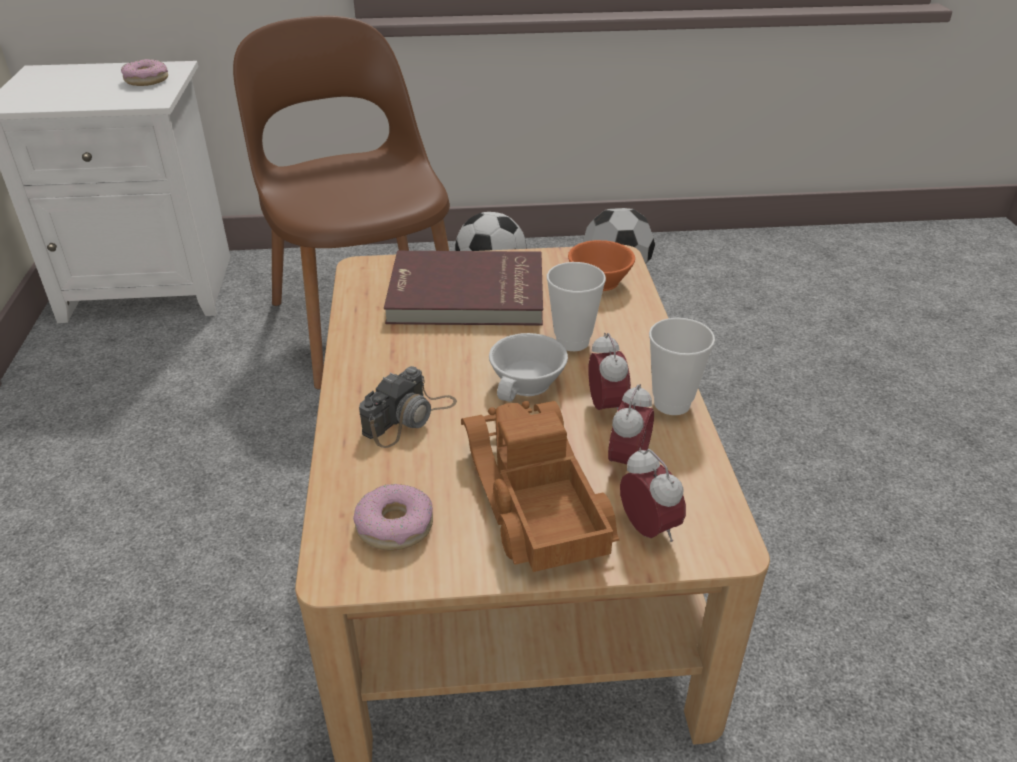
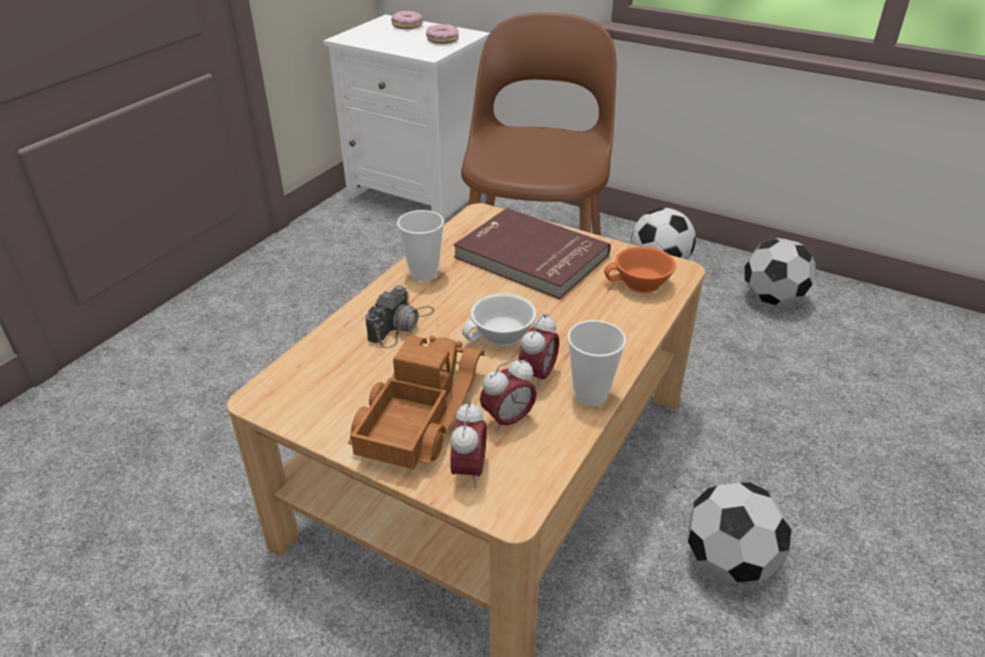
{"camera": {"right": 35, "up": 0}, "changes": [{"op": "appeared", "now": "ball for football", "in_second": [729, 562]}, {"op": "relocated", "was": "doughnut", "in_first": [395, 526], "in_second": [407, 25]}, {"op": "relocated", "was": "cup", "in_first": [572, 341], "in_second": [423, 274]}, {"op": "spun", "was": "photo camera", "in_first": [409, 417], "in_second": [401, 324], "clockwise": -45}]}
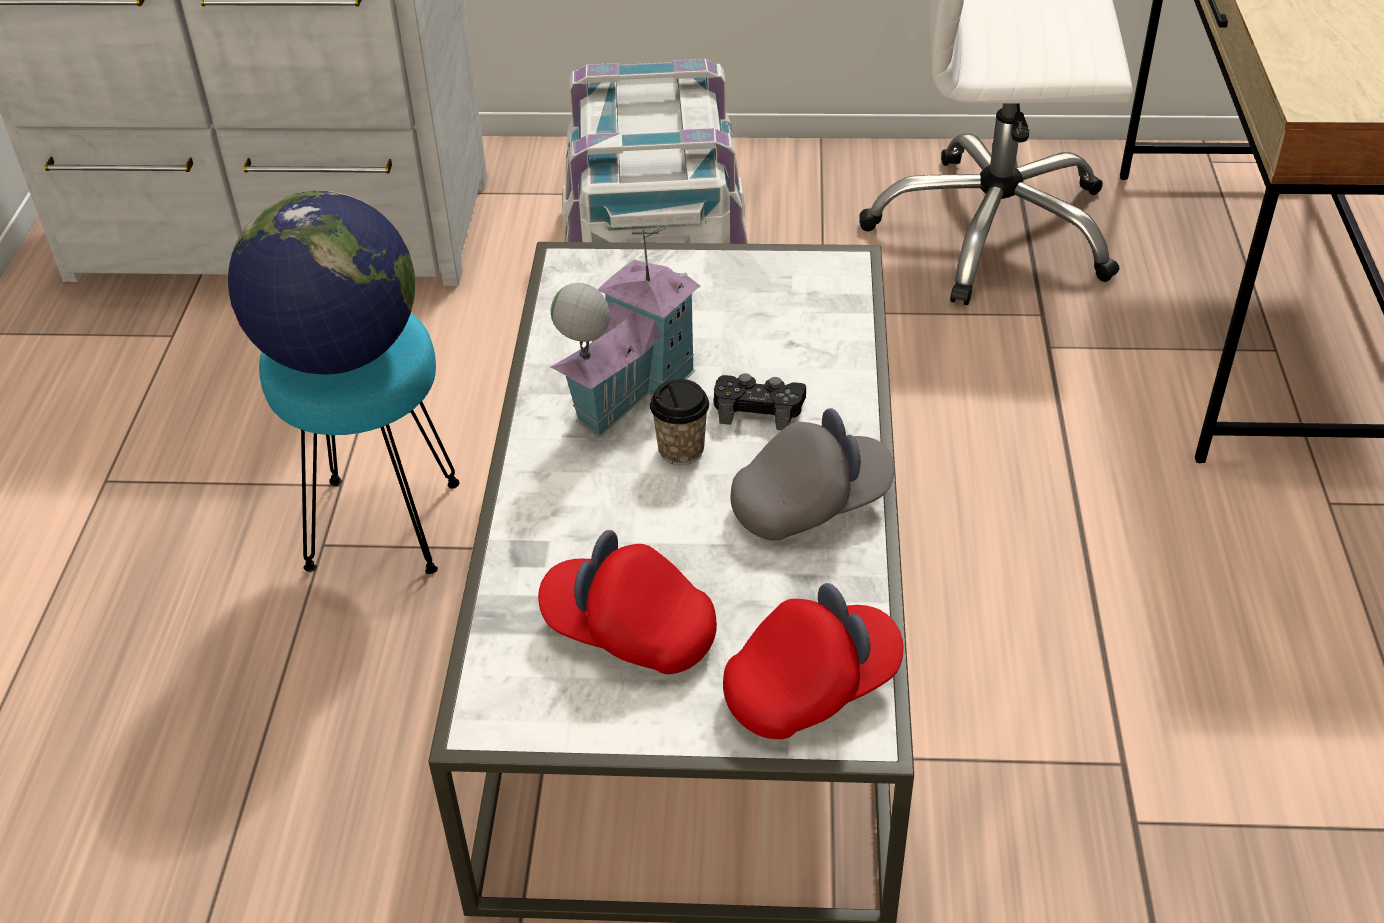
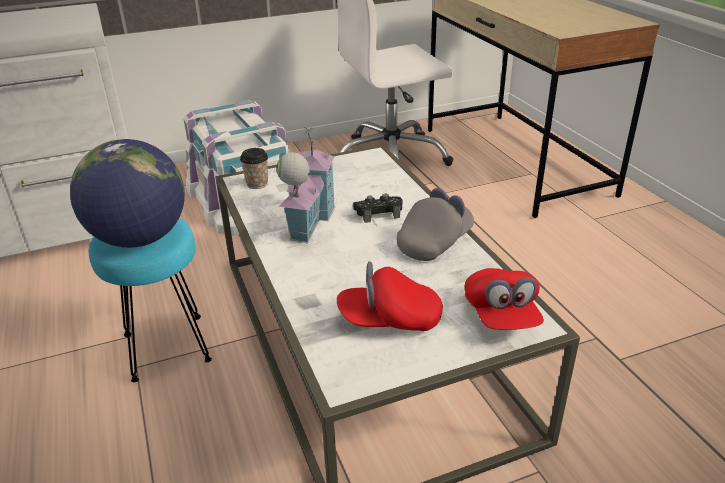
{"camera": {"right": -25, "up": -10}, "changes": [{"op": "relocated", "was": "cup", "in_first": [681, 450], "in_second": [257, 184]}, {"op": "spun", "was": "red cap", "in_first": [811, 688], "in_second": [501, 315], "clockwise": 135}]}
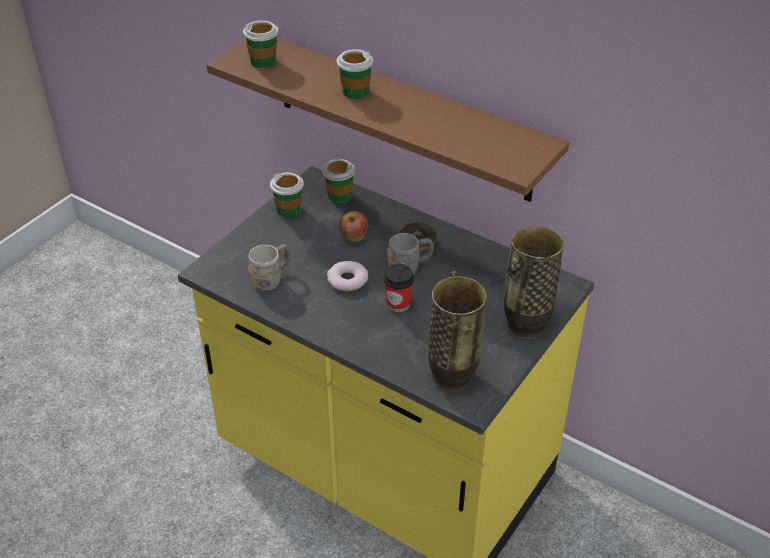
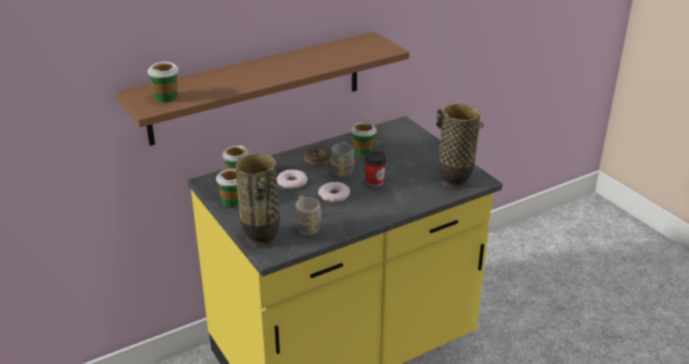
{"camera": {"right": -65, "up": -10}, "changes": [{"op": "relocated", "was": "cup", "in_first": [355, 92], "in_second": [363, 151]}, {"op": "relocated", "was": "decorative vase", "in_first": [525, 325], "in_second": [261, 238]}, {"op": "exchanged", "was": "apple", "now": "doughnut", "in_first": [353, 238], "in_second": [292, 182]}]}
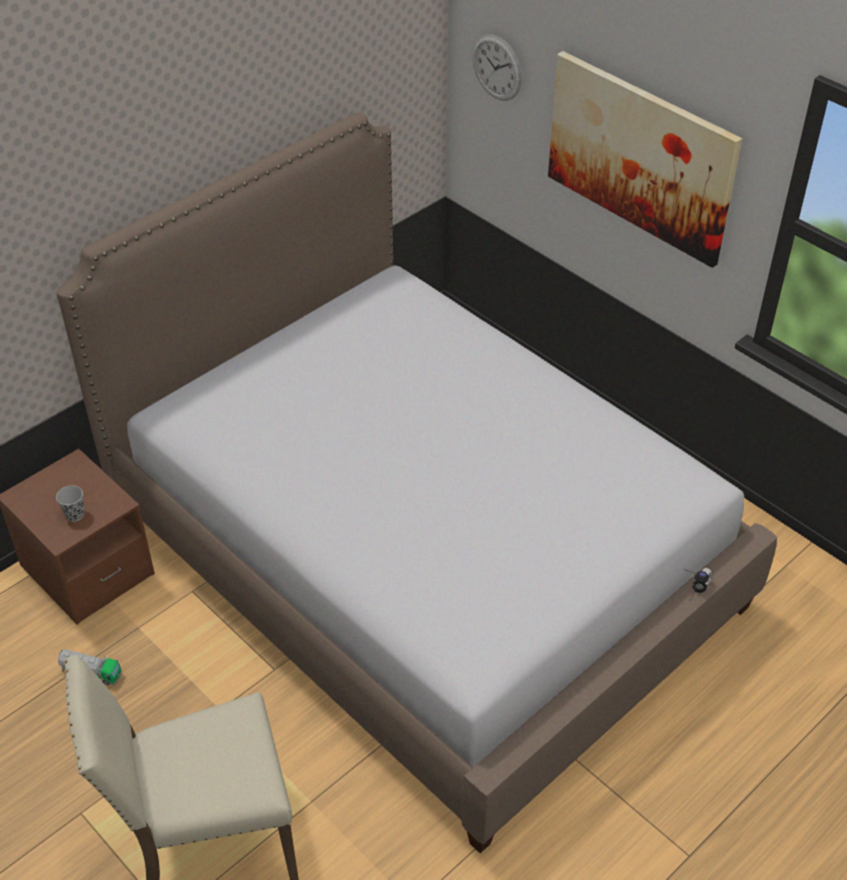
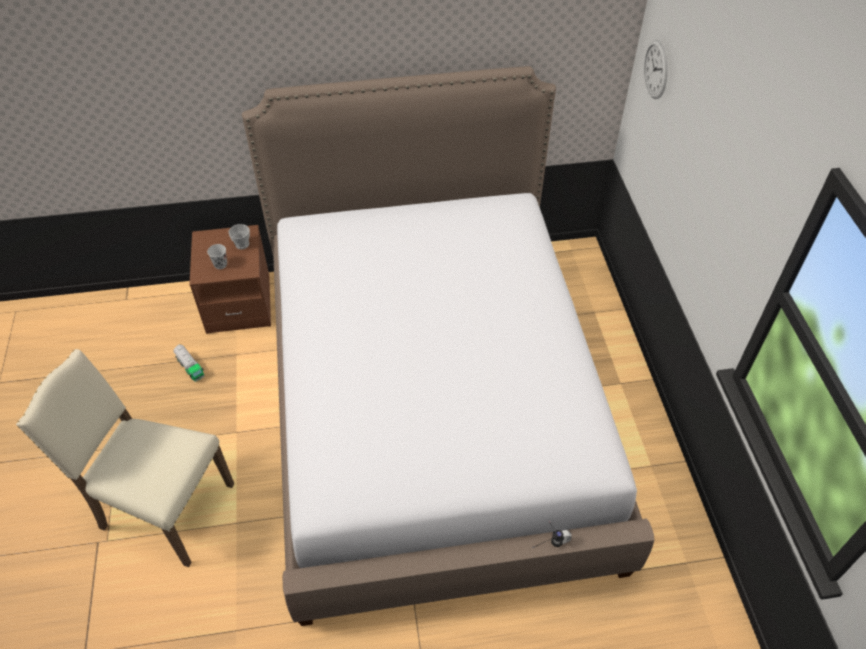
{"camera": {"right": 35, "up": 5}, "changes": [{"op": "missing", "was": "wall art", "in_first": [640, 157]}, {"op": "appeared", "now": "cup", "in_second": [242, 244]}]}
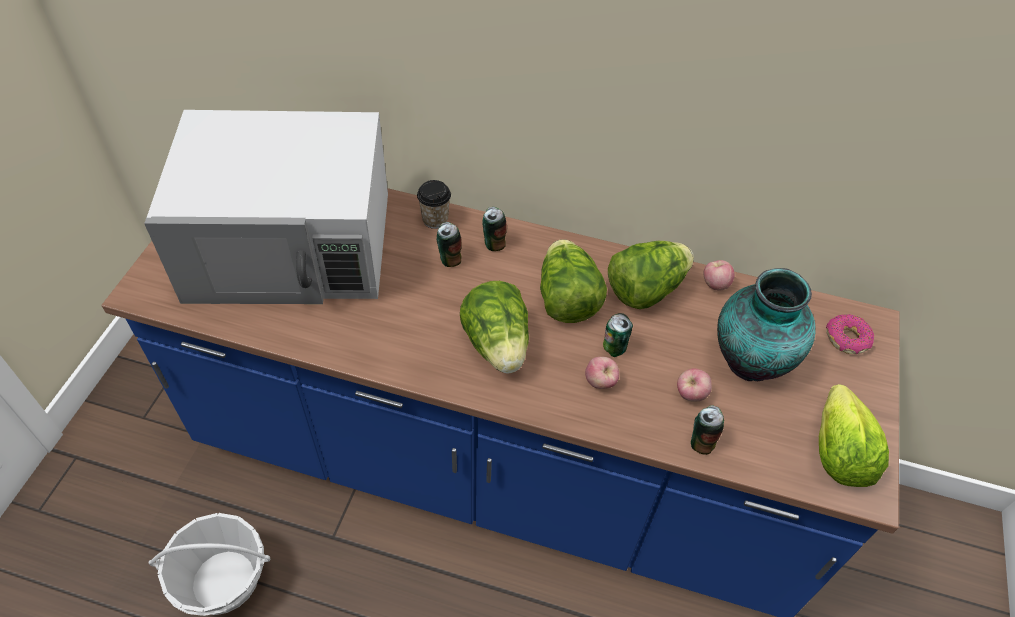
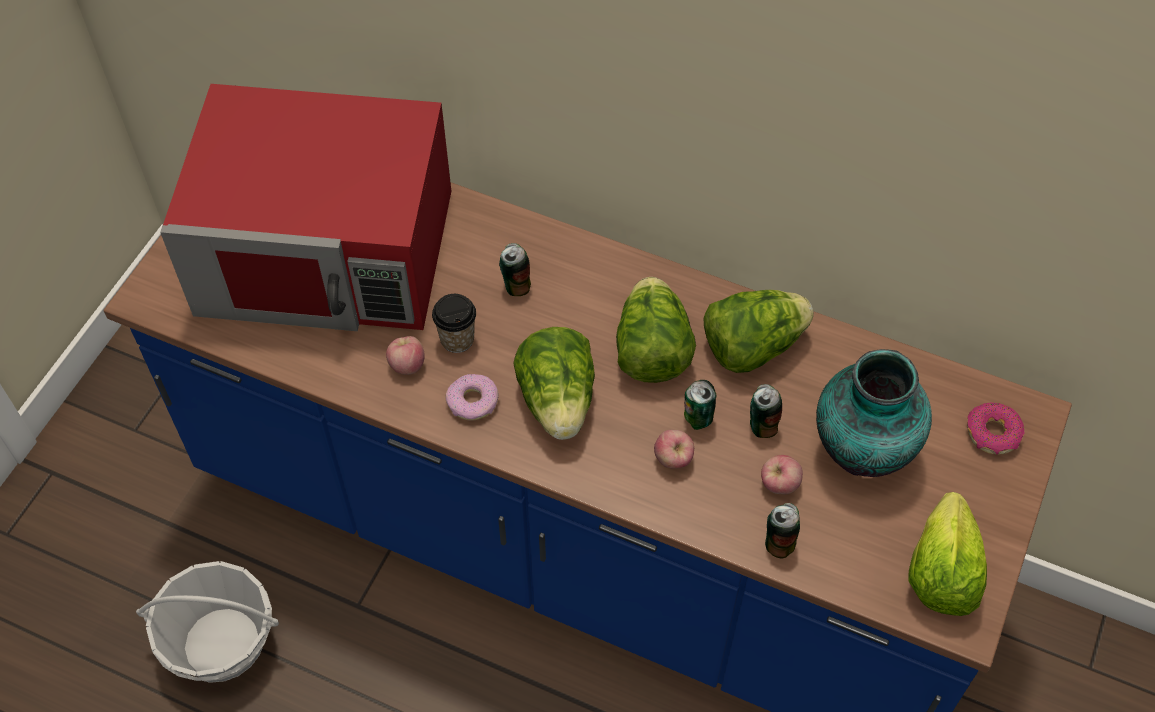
{"camera": {"right": 10, "up": 5}, "changes": [{"op": "appeared", "now": "doughnut", "in_second": [473, 402]}, {"op": "relocated", "was": "cup", "in_first": [435, 220], "in_second": [457, 339]}, {"op": "relocated", "was": "metal can", "in_first": [493, 243], "in_second": [762, 425]}, {"op": "relocated", "was": "apple", "in_first": [715, 284], "in_second": [407, 365]}, {"op": "colour", "was": "white kitchen microwave", "now": "red kitchen microwave", "in_first": [292, 245], "in_second": [328, 251]}]}
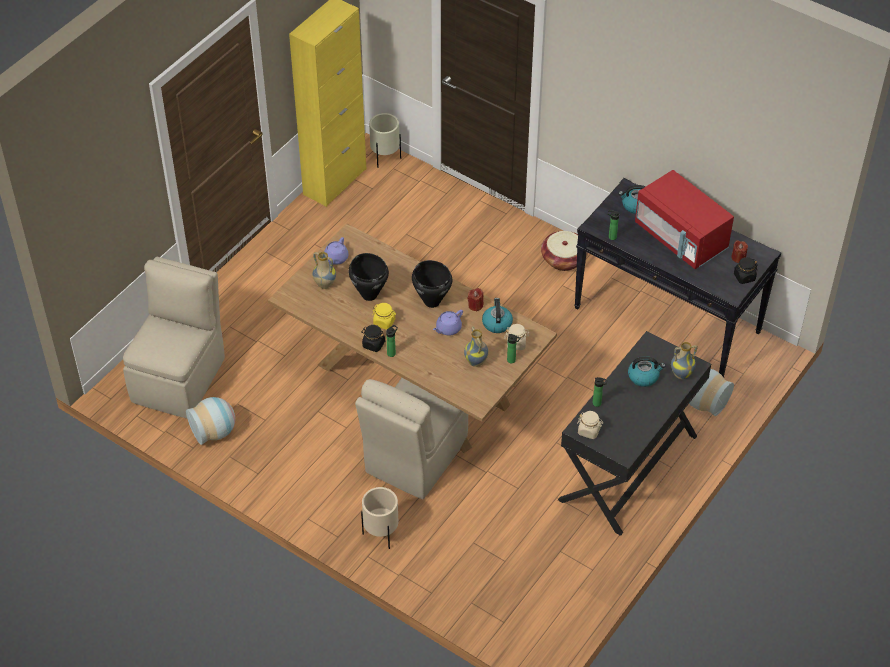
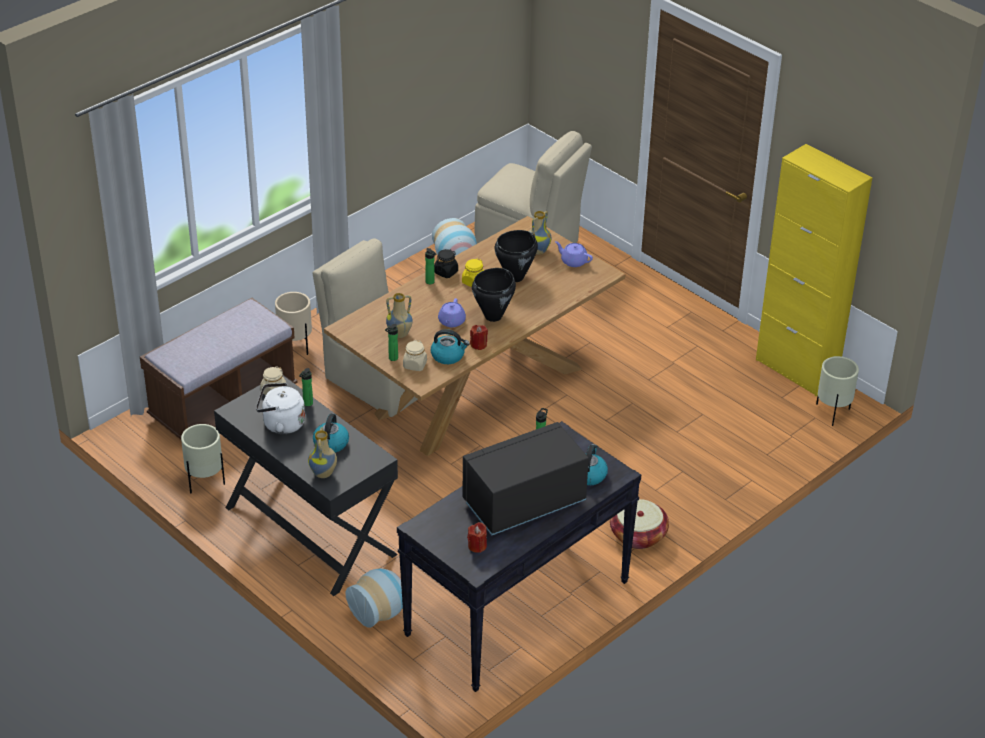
{"camera": {"right": 100, "up": -10}, "changes": [{"op": "missing", "was": "black preserve jar", "in_first": [744, 277]}, {"op": "appeared", "now": "brown bench", "in_second": [223, 404]}, {"op": "appeared", "now": "sand-coloured planter", "in_second": [205, 482]}, {"op": "appeared", "now": "white tea kettle", "in_second": [281, 424]}, {"op": "colour", "was": "red kitchen microwave", "now": "black kitchen microwave", "in_first": [680, 238], "in_second": [523, 502]}, {"op": "spun", "was": "purplish pot for tea", "in_first": [448, 329], "in_second": [451, 322], "clockwise": -135}]}
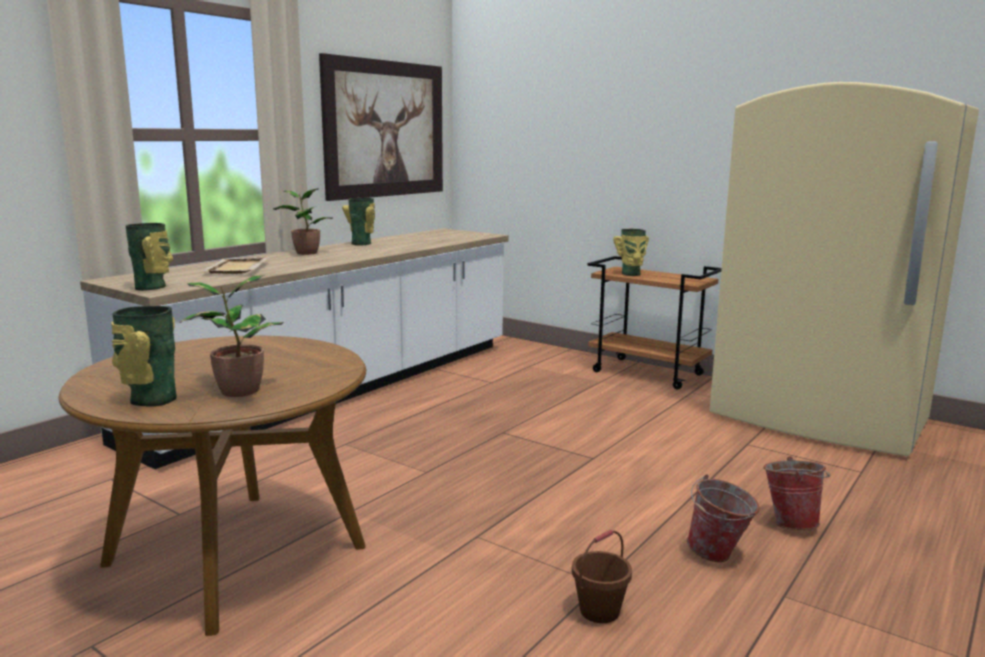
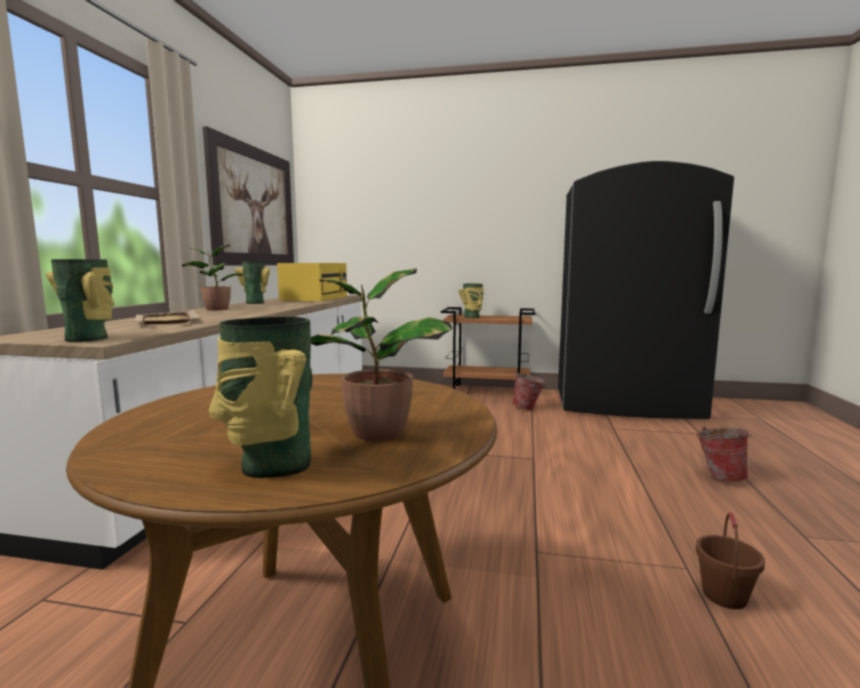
{"camera": {"right": -25, "up": -5}, "changes": [{"op": "appeared", "now": "yellowish kitchen microwave", "in_second": [315, 298]}, {"op": "relocated", "was": "pail", "in_first": [719, 556], "in_second": [528, 409]}, {"op": "colour", "was": "sand-coloured refrigerator", "now": "black refrigerator", "in_first": [818, 419], "in_second": [626, 405]}]}
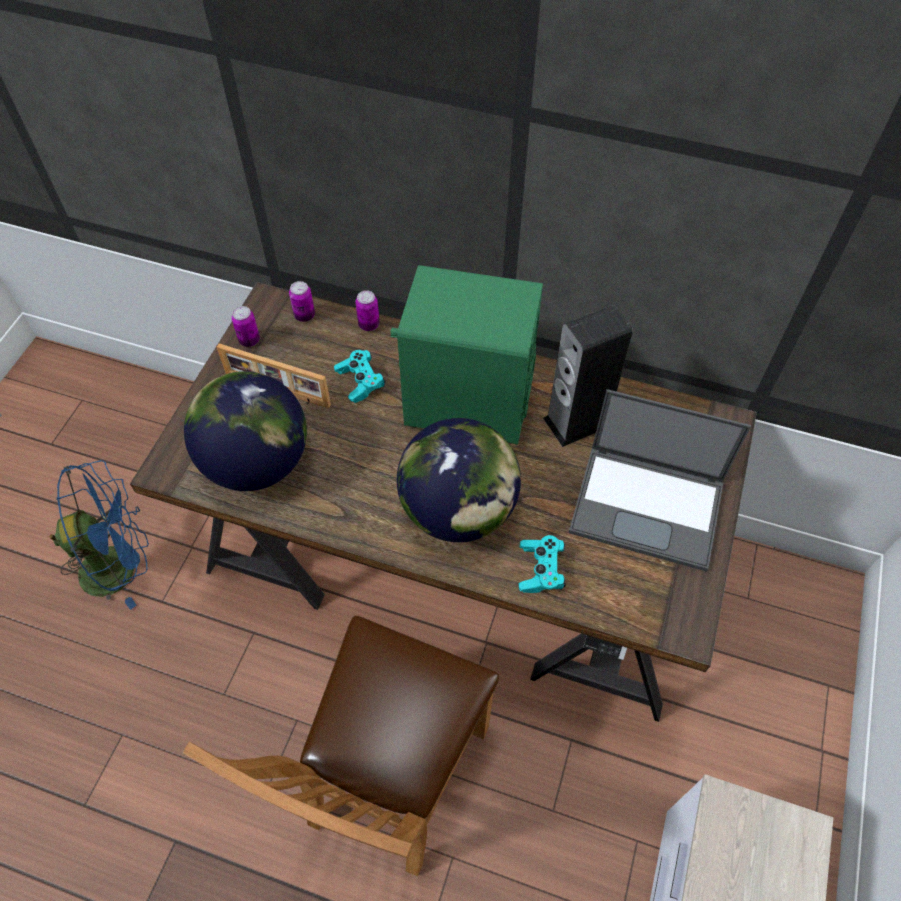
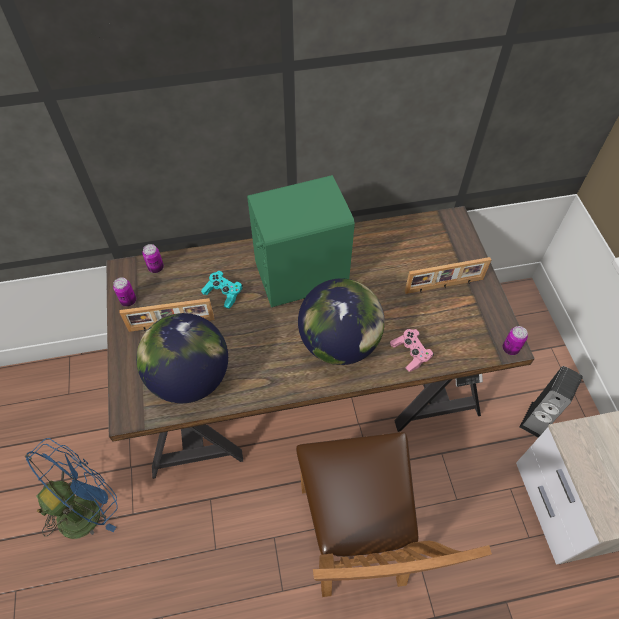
{"camera": {"right": -30, "up": 0}, "changes": [{"op": "relocated", "was": "metal can", "in_first": [369, 325], "in_second": [510, 348]}, {"op": "relocated", "was": "speaker", "in_first": [577, 422], "in_second": [536, 420]}, {"op": "exchanged", "was": "laptop", "now": "standing frame", "in_first": [649, 506], "in_second": [444, 286]}, {"op": "colour", "was": "turquoise gamepad", "now": "pink gamepad", "in_first": [541, 570], "in_second": [410, 353]}]}
